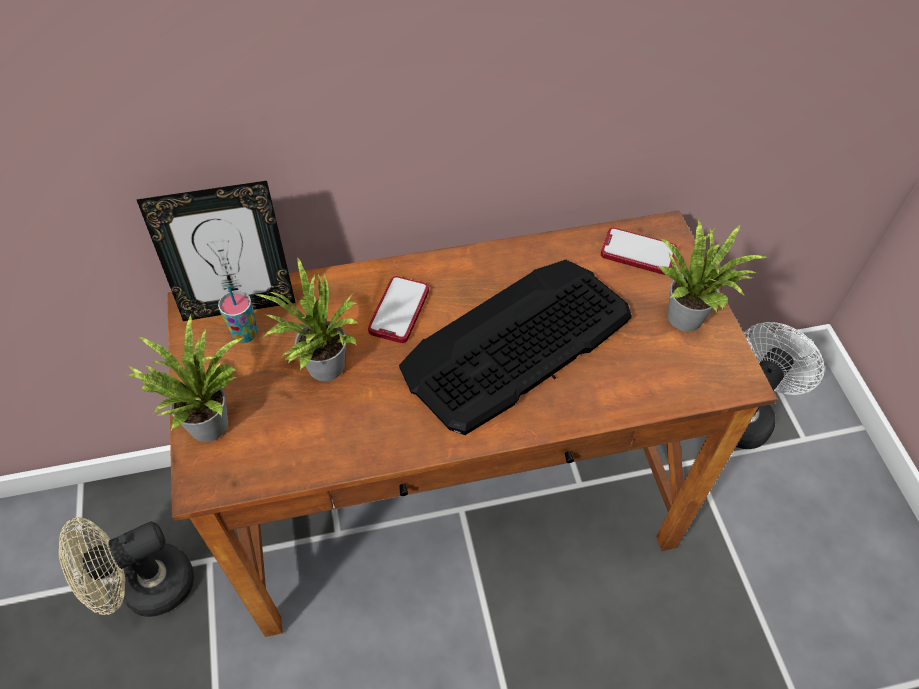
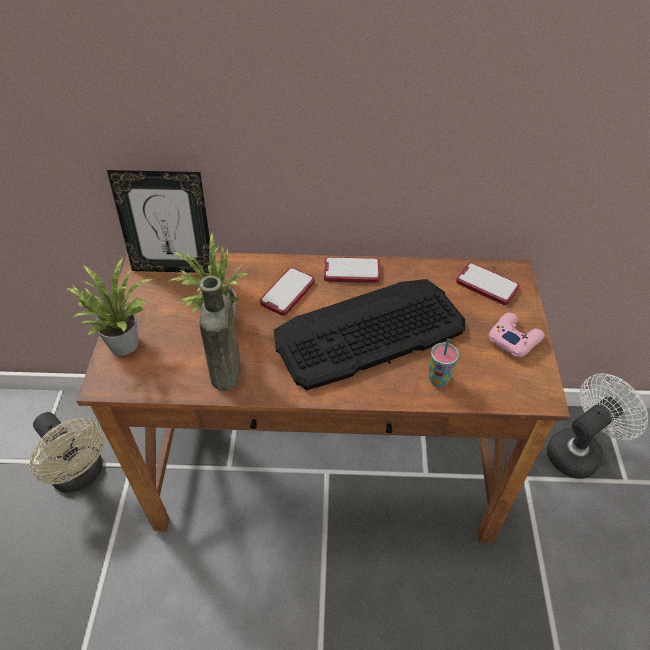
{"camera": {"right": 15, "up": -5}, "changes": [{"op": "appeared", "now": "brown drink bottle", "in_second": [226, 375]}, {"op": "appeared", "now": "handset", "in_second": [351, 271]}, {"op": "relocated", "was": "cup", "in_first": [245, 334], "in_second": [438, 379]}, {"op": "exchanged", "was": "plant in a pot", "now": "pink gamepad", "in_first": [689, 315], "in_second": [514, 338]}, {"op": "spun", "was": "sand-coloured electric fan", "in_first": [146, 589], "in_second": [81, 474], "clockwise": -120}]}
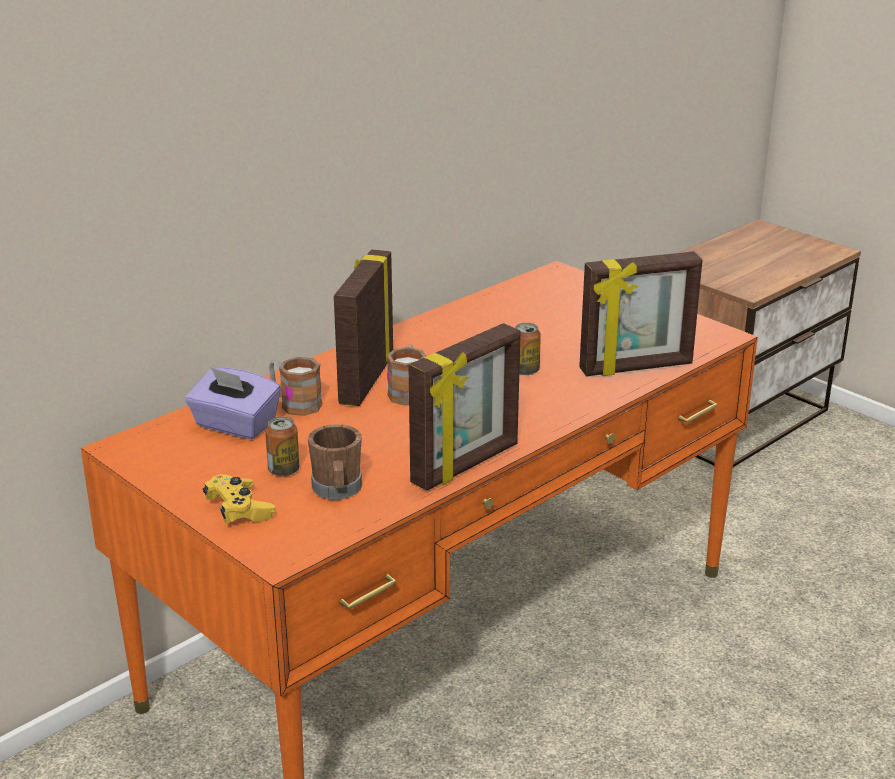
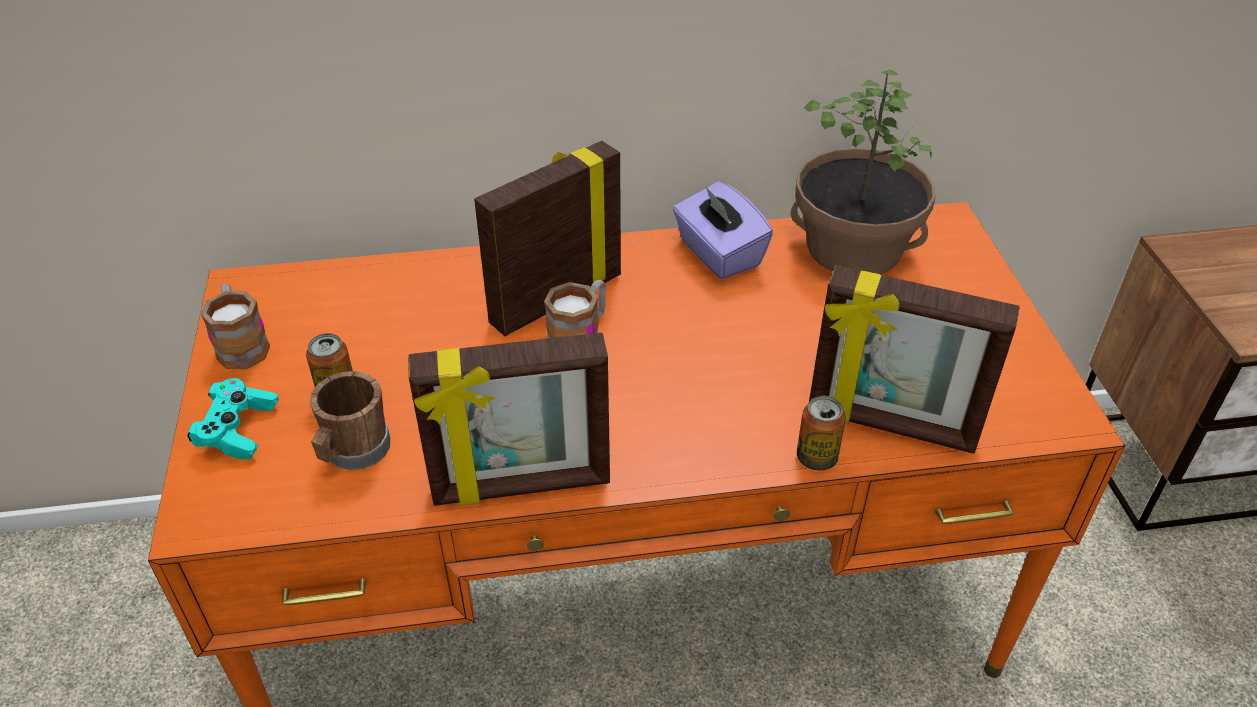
{"camera": {"right": 35, "up": 15}, "changes": [{"op": "appeared", "now": "plant in a pot", "in_second": [854, 247]}, {"op": "relocated", "was": "purplish box of tissues", "in_first": [235, 425], "in_second": [718, 254]}, {"op": "relocated", "was": "tea mug", "in_first": [294, 403], "in_second": [242, 344]}, {"op": "relocated", "was": "metal can", "in_first": [525, 370], "in_second": [816, 458]}, {"op": "colour", "was": "yellowish gamepad", "now": "turquoise gamepad", "in_first": [239, 510], "in_second": [238, 430]}]}
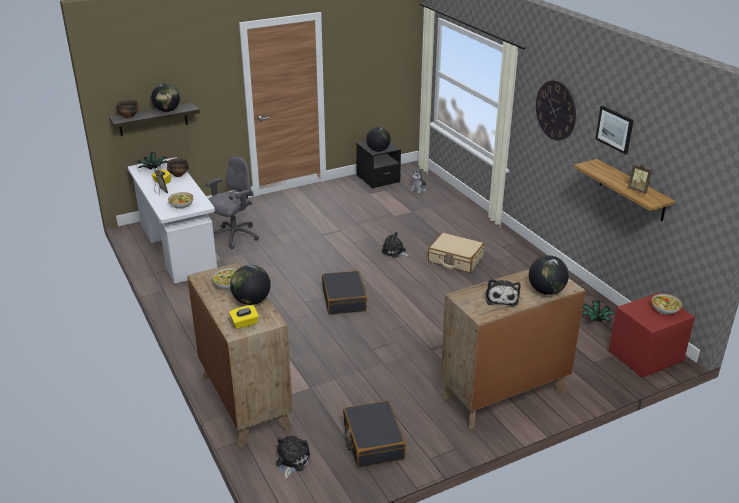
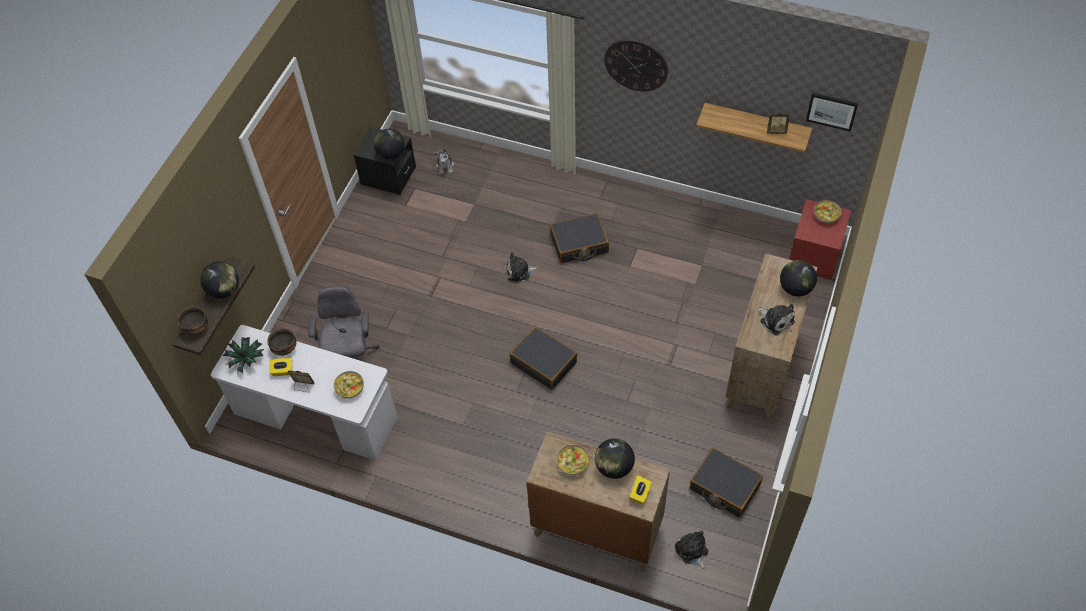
{"camera": {"right": -40, "up": 25}, "changes": [{"op": "missing", "was": "plant in a pot", "in_first": [596, 320]}, {"op": "relocated", "was": "wall art", "in_first": [615, 129], "in_second": [831, 111]}, {"op": "colour", "was": "sand-coloured piece of luggage", "now": "black piece of luggage", "in_first": [455, 259], "in_second": [579, 244]}]}
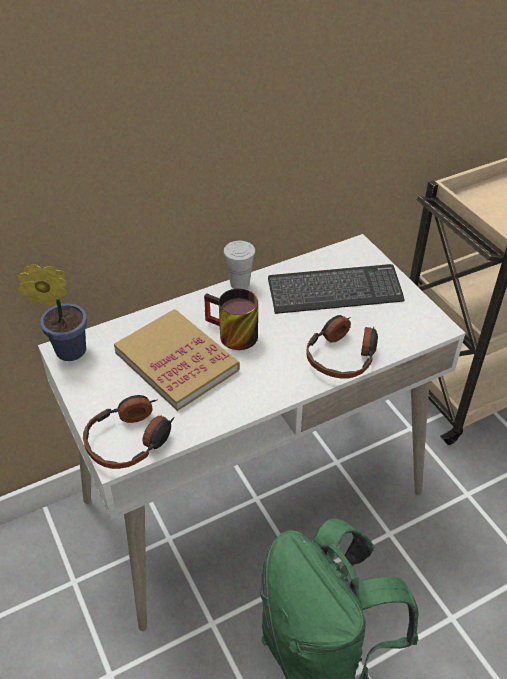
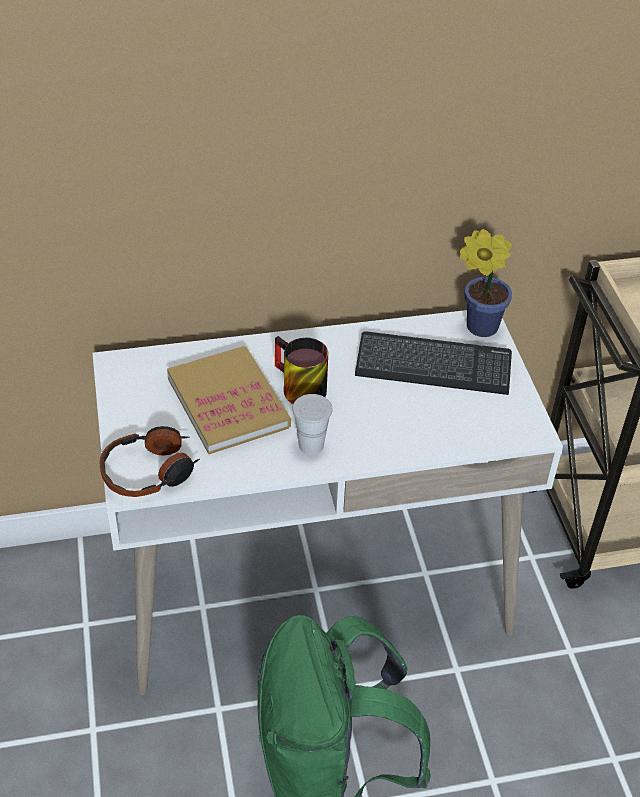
{"camera": {"right": 15, "up": 0}, "changes": [{"op": "missing", "was": "headset", "in_first": [342, 355]}, {"op": "relocated", "was": "plant in a pot", "in_first": [66, 350], "in_second": [477, 326]}, {"op": "relocated", "was": "white cup", "in_first": [240, 283], "in_second": [311, 445]}]}
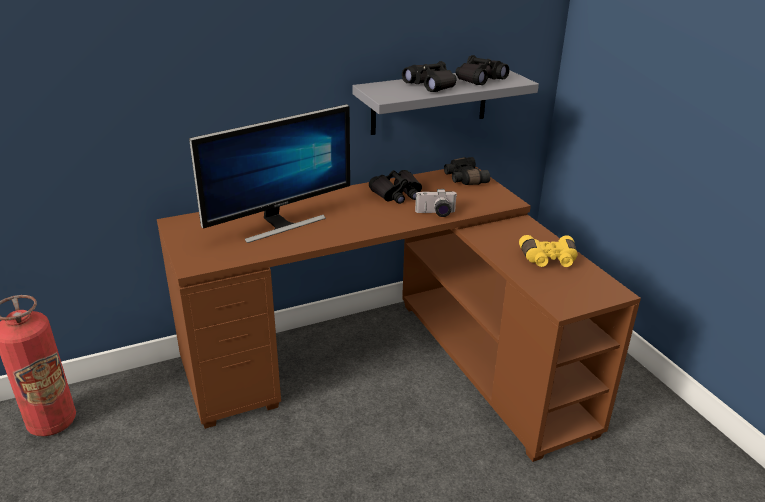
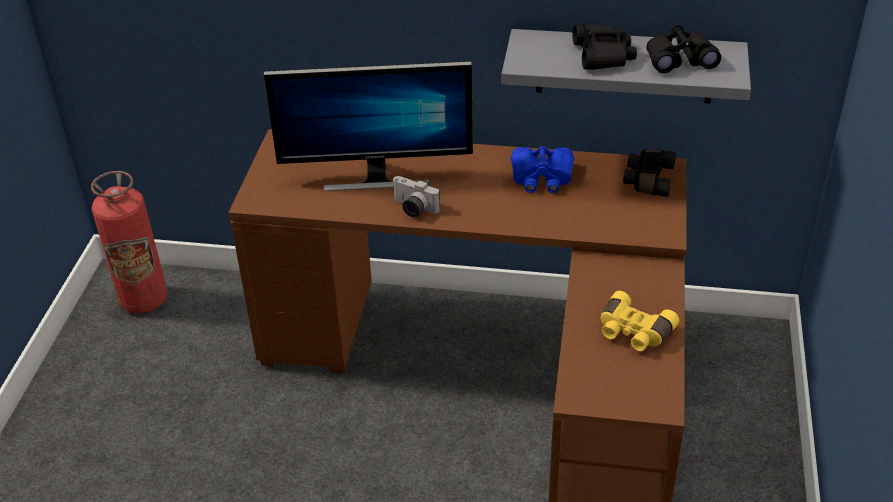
{"camera": {"right": 35, "up": 10}, "changes": [{"op": "relocated", "was": "photo camera", "in_first": [436, 213], "in_second": [413, 209]}, {"op": "colour", "was": "black pair of binoculars", "now": "bluish pair of binoculars", "in_first": [397, 194], "in_second": [541, 177]}]}
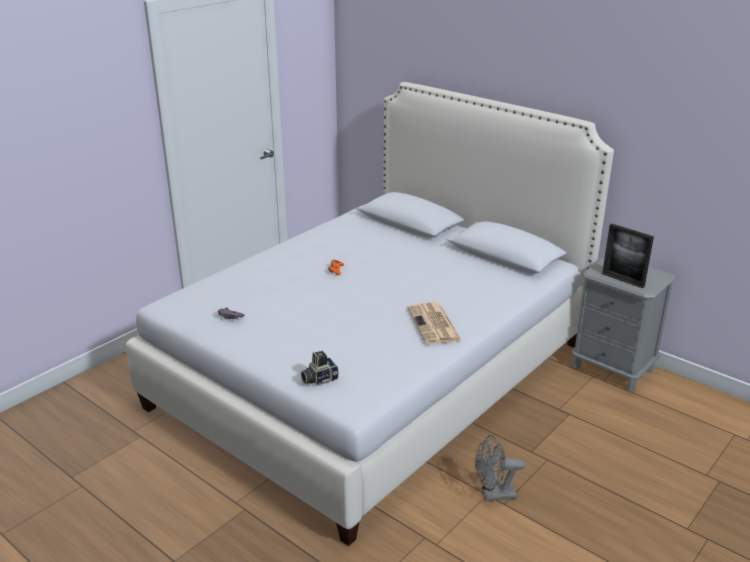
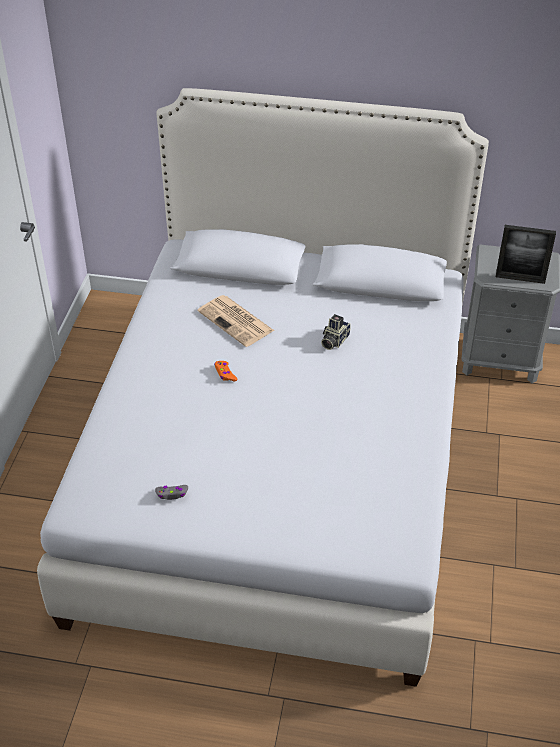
{"camera": {"right": -30, "up": 15}, "changes": [{"op": "missing", "was": "greyish electric fan", "in_first": [493, 495]}, {"op": "relocated", "was": "photo camera", "in_first": [319, 379], "in_second": [334, 340]}, {"op": "relocated", "was": "printed paper", "in_first": [434, 324], "in_second": [237, 321]}]}
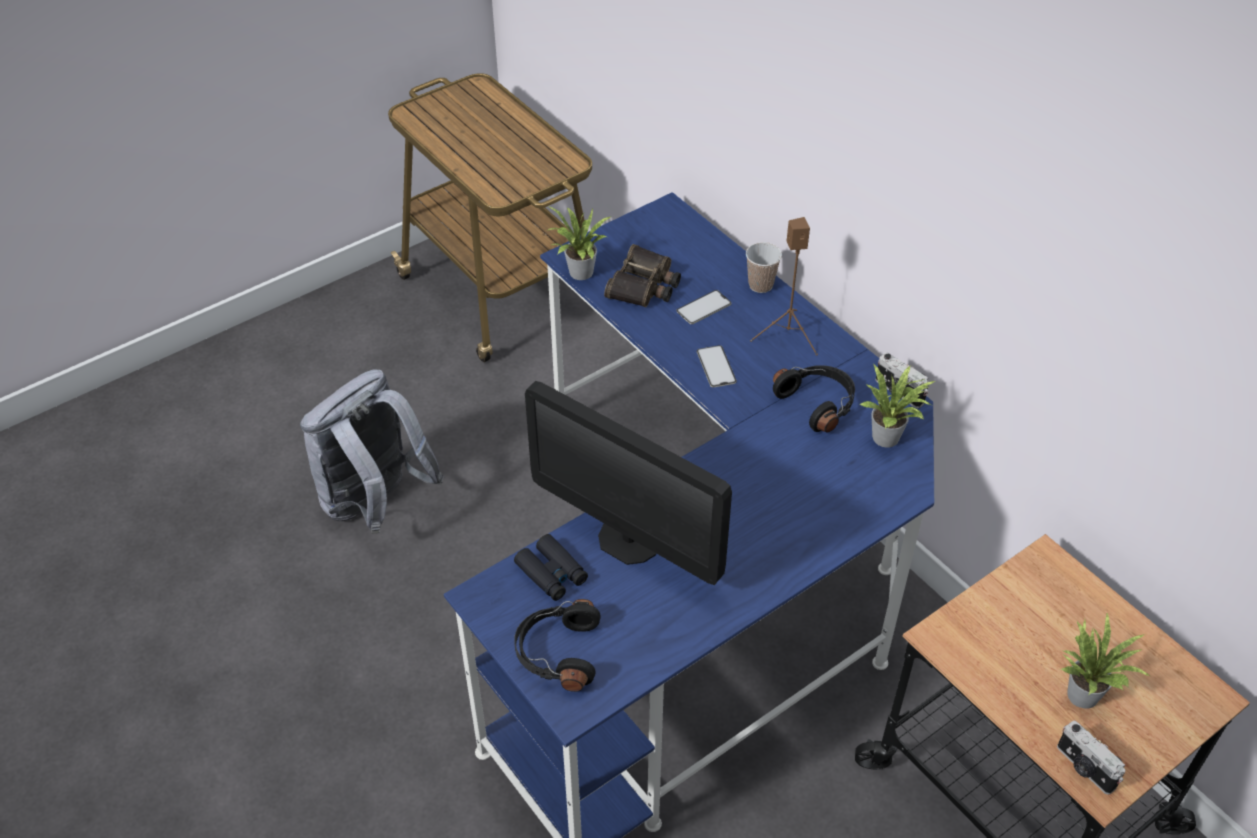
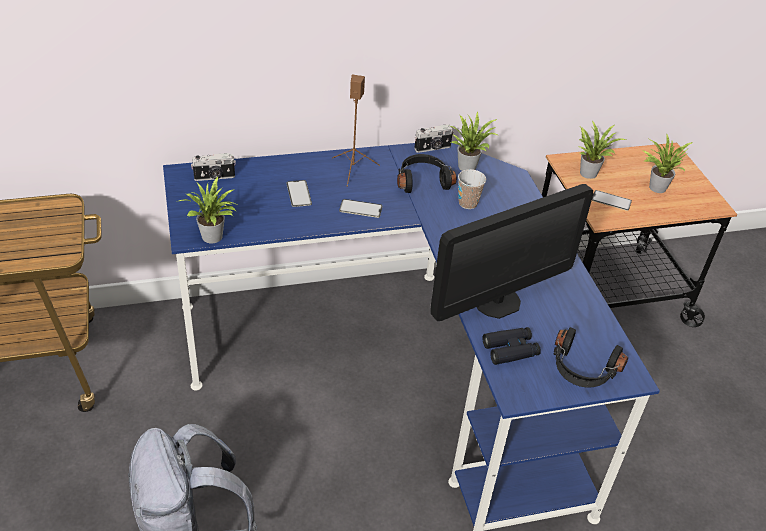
{"camera": {"right": -70, "up": -5}, "changes": [{"op": "missing", "was": "pair of binoculars", "in_first": [644, 285]}, {"op": "appeared", "now": "plant in a pot", "in_second": [588, 172]}, {"op": "appeared", "now": "handset", "in_second": [611, 200]}, {"op": "relocated", "was": "cup", "in_first": [760, 285], "in_second": [468, 203]}, {"op": "relocated", "was": "photo camera", "in_first": [1084, 768], "in_second": [214, 177]}]}
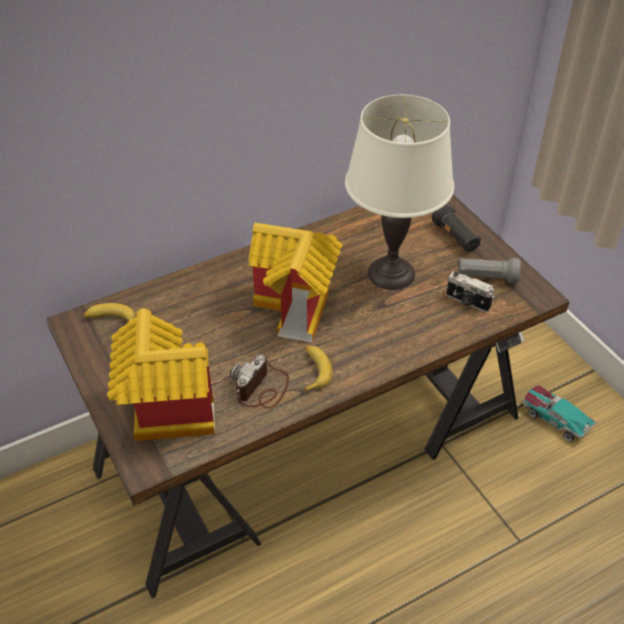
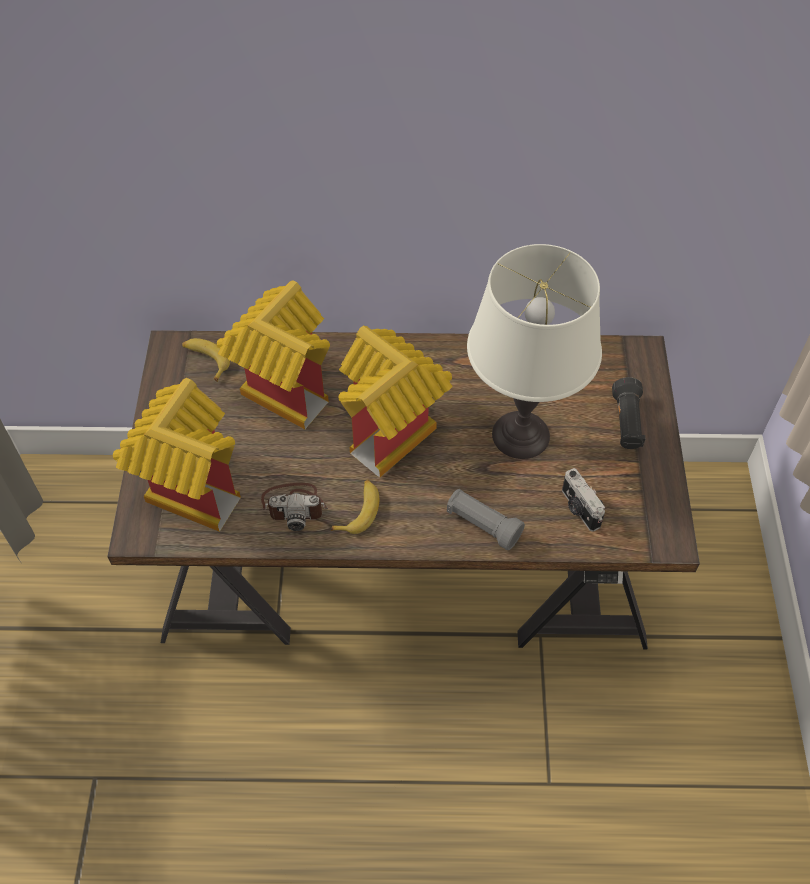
{"camera": {"right": 30, "up": 10}, "changes": [{"op": "missing", "was": "model car", "in_first": [555, 418]}, {"op": "appeared", "now": "model house", "in_second": [282, 385]}, {"op": "relocated", "was": "greyish flashlight", "in_first": [486, 278], "in_second": [482, 525]}, {"op": "spun", "was": "photo camera", "in_first": [261, 389], "in_second": [295, 505], "clockwise": -150}]}
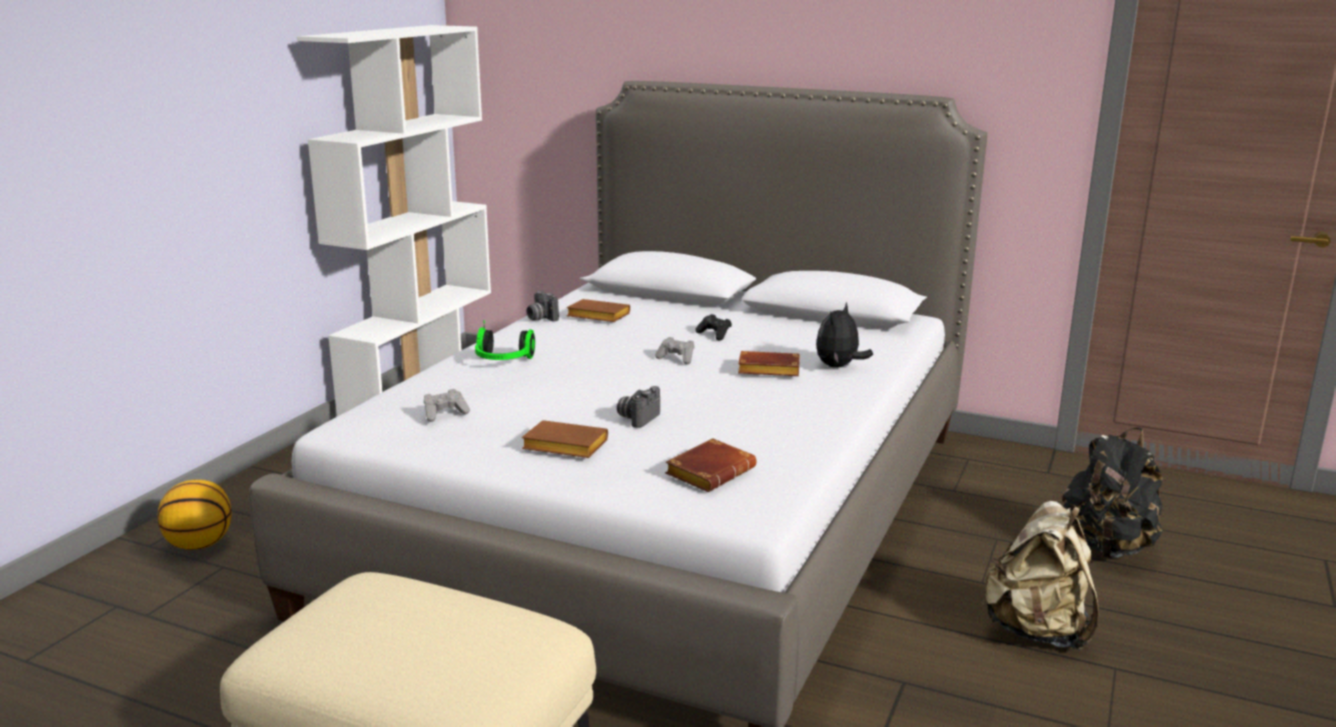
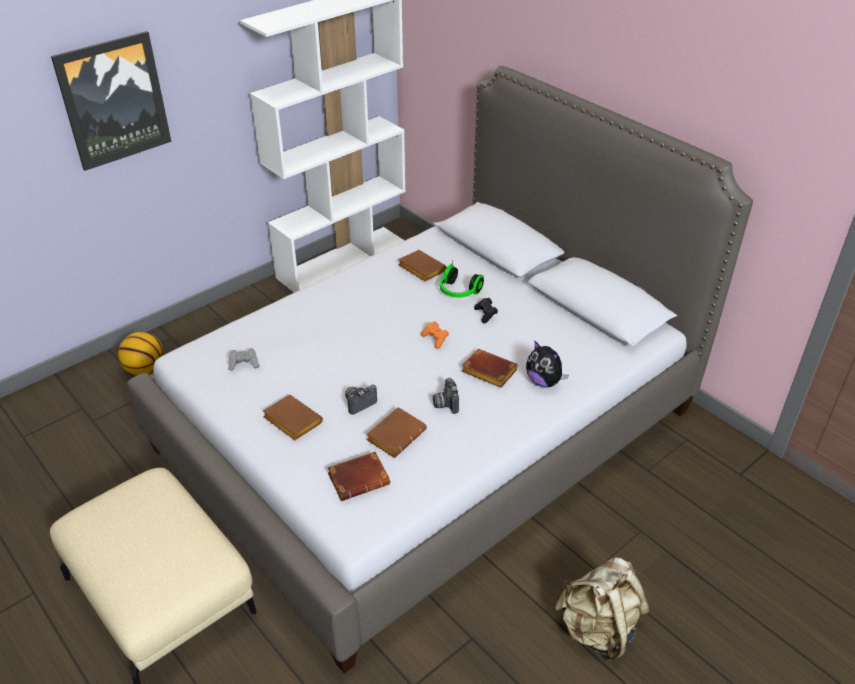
{"camera": {"right": 25, "up": 20}, "changes": [{"op": "missing", "was": "black backpack", "in_first": [1107, 547]}, {"op": "appeared", "now": "wall art", "in_second": [113, 100]}, {"op": "appeared", "now": "brown book", "in_second": [396, 434]}, {"op": "relocated", "was": "headset", "in_first": [503, 361], "in_second": [458, 292]}, {"op": "relocated", "was": "photo camera", "in_first": [540, 318], "in_second": [445, 404]}, {"op": "colour", "was": "greyish gamepad", "now": "orange-coloured gamepad", "in_first": [677, 358], "in_second": [435, 339]}, {"op": "spun", "was": "plush toy", "in_first": [839, 367], "in_second": [544, 381], "clockwise": -105}]}
